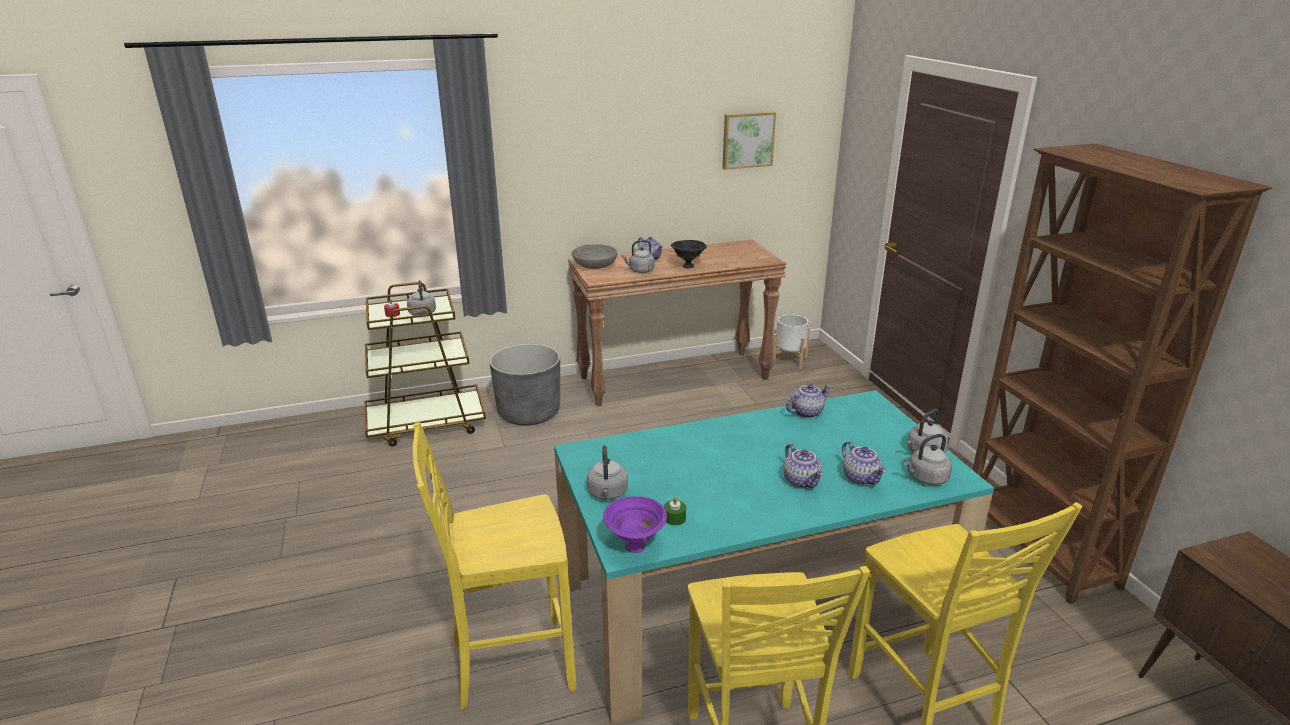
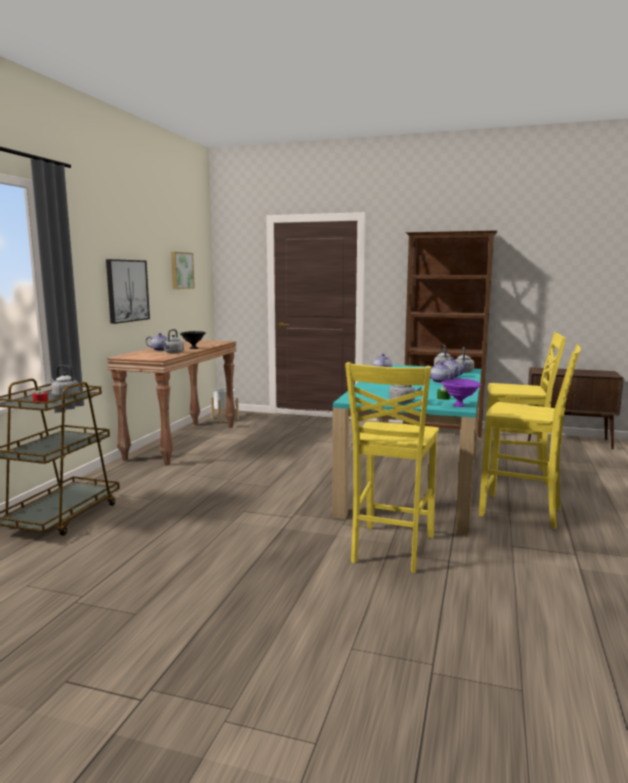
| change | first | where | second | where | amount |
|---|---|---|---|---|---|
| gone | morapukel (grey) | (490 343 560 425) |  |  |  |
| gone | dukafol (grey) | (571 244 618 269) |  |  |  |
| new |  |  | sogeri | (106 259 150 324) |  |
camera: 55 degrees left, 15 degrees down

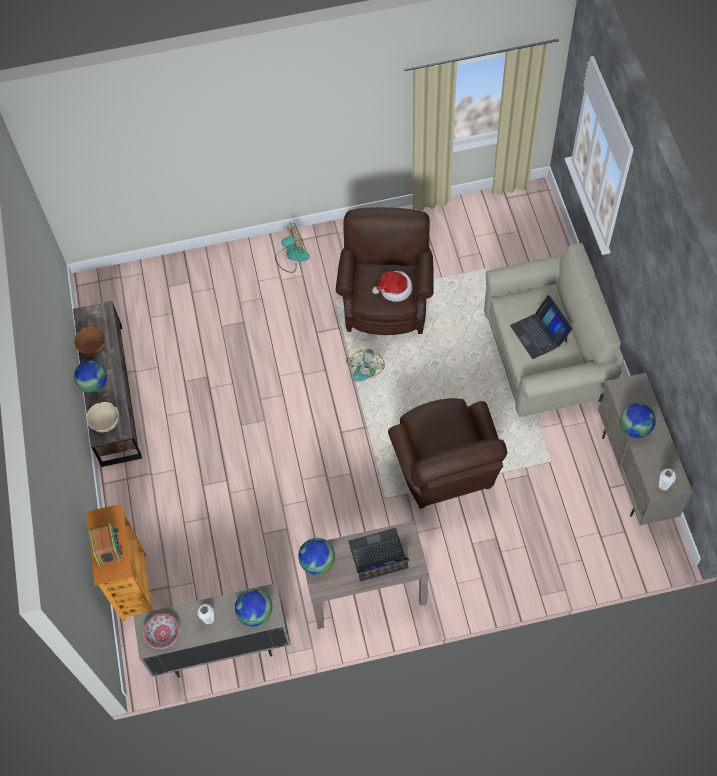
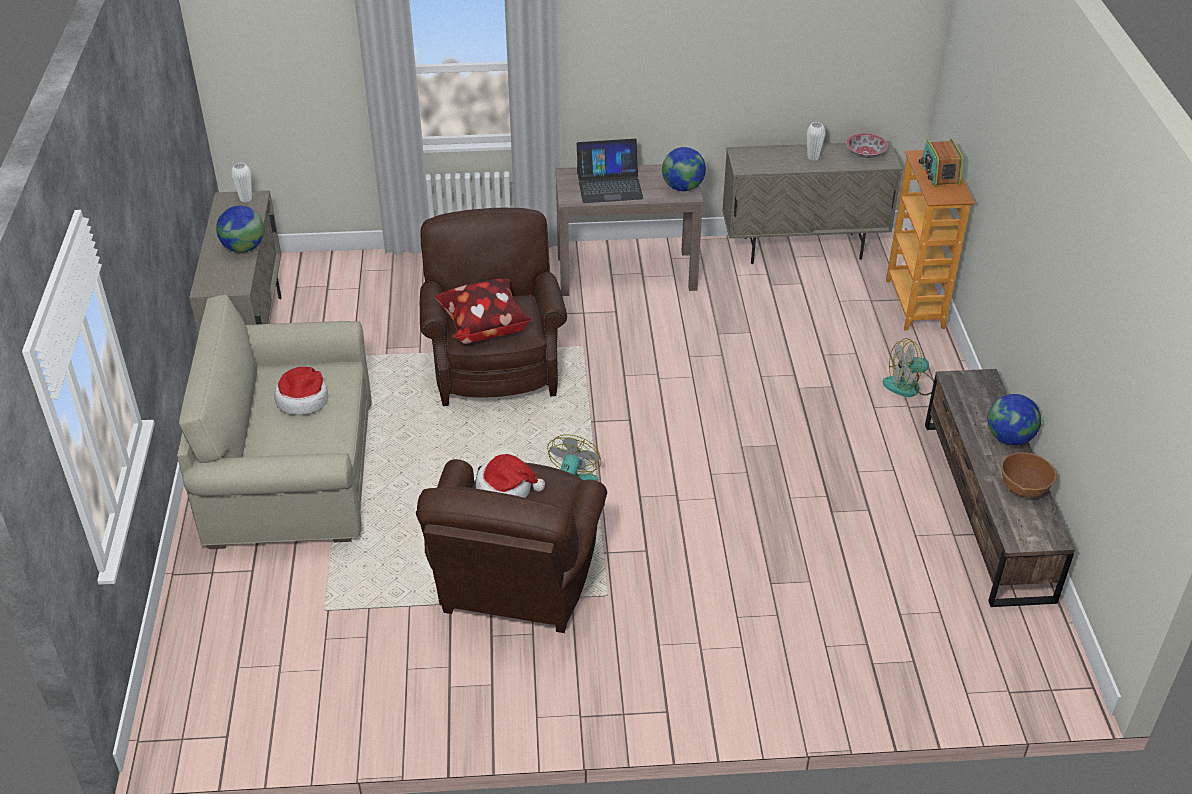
| change | first | where | second | where | amount |
|---|---|---|---|---|---|
| gone | dukafol (beige) | (86 402 119 433) |  |  |  |
| gone | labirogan | (235 589 272 627) |  |  |  |
| new |  |  | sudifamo | (435 279 531 344) |  |
| shifted | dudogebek | (275 223 310 273) |  | (882 338 934 397) |  |
| swapped | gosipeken | (510 295 573 359) | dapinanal | (274 367 328 415) |  |
camera: 175 degrees left, 20 degrees down

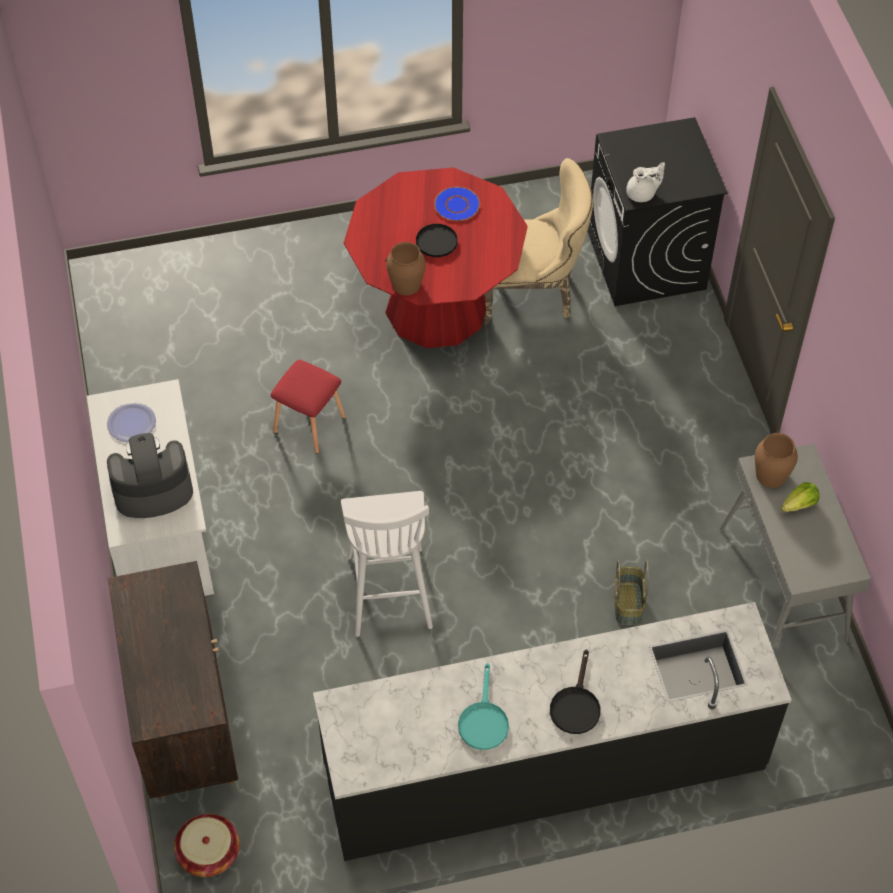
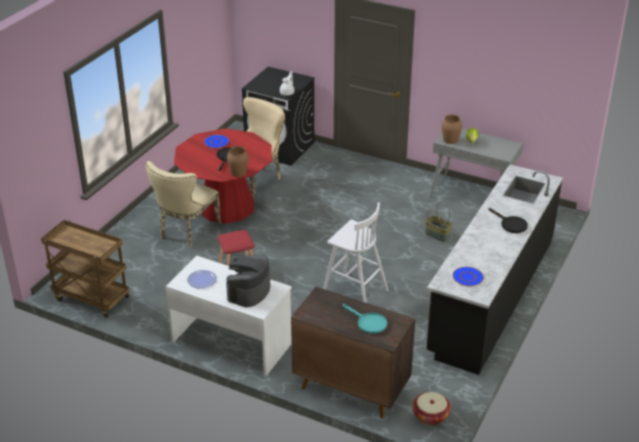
| change | first | where | second | where | amount |
|---|---|---|---|---|---|
| new |  |  | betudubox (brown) | (41 220 129 318) |  |
| new |  |  | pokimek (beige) | (146 161 221 247) |  |
| new |  |  | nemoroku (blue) | (452 267 484 286) |  |
| shifted | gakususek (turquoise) | (458 663 509 750) |  | (343 304 387 334) |  |
camera: 50 degrees left, 20 degrees down

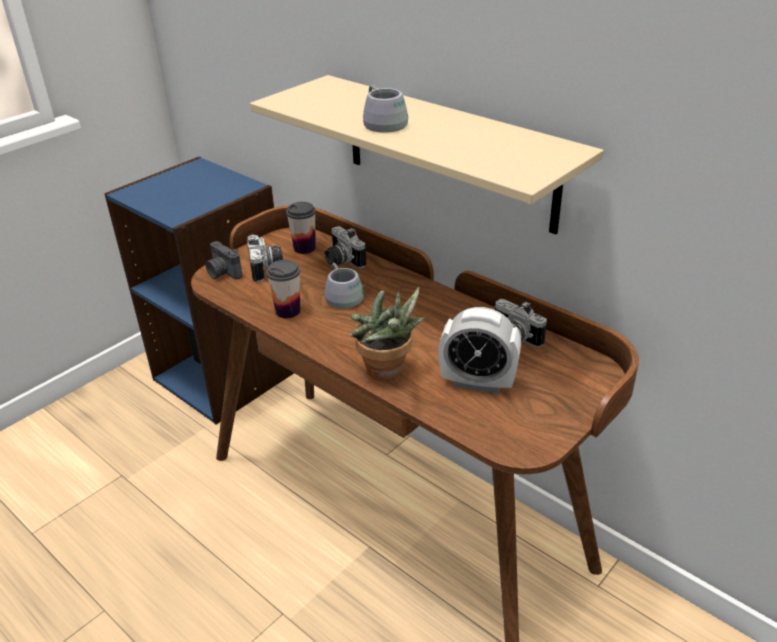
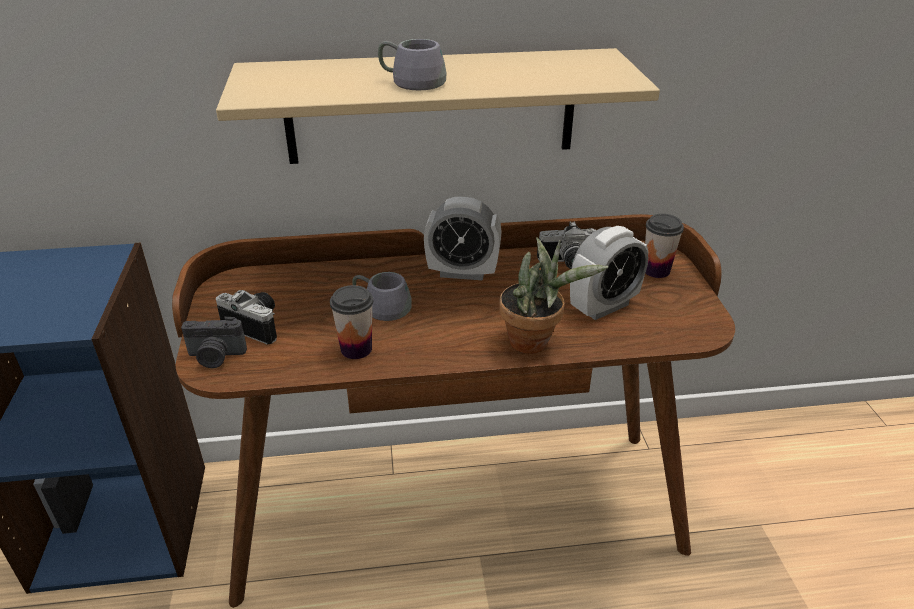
| change | first | where | second | where | amount |
|---|---|---|---|---|---|
| gone | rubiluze | (325 226 366 268) |  |  |  |
| new |  |  | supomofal | (424 197 502 280) |  |
| shifted | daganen | (286 202 316 254) |  | (645 214 684 278) |  |
camera: 50 degrees left, 0 degrees up

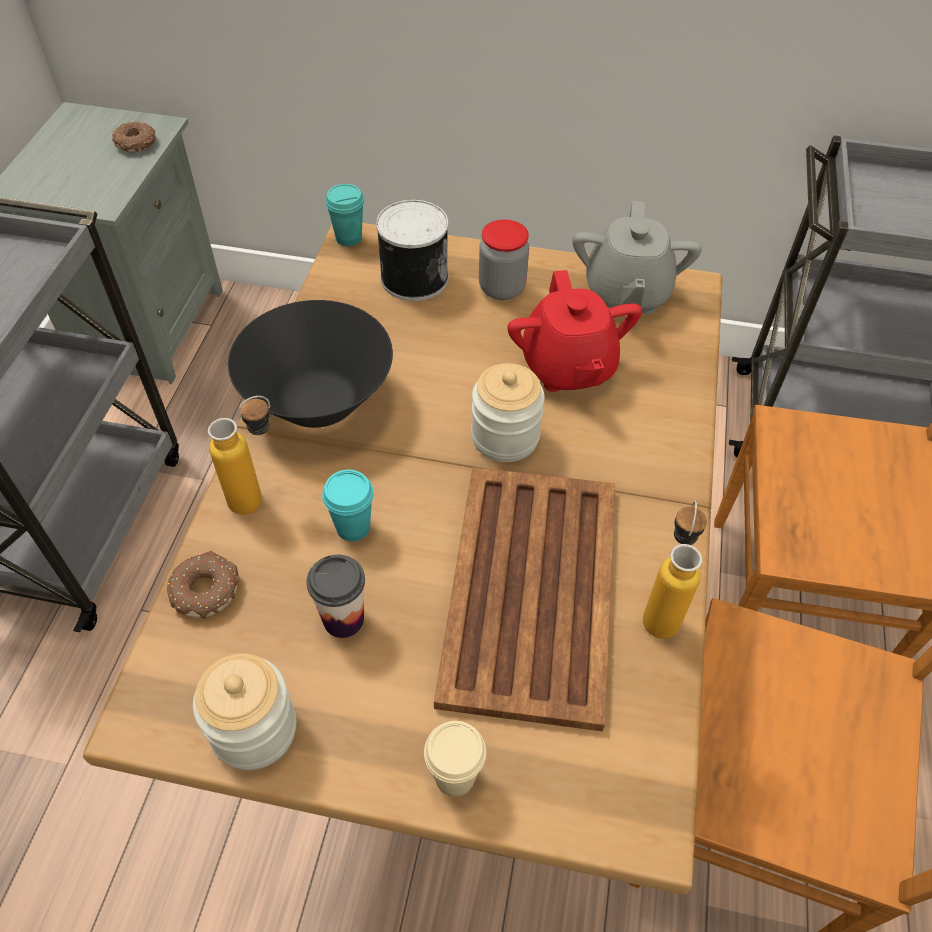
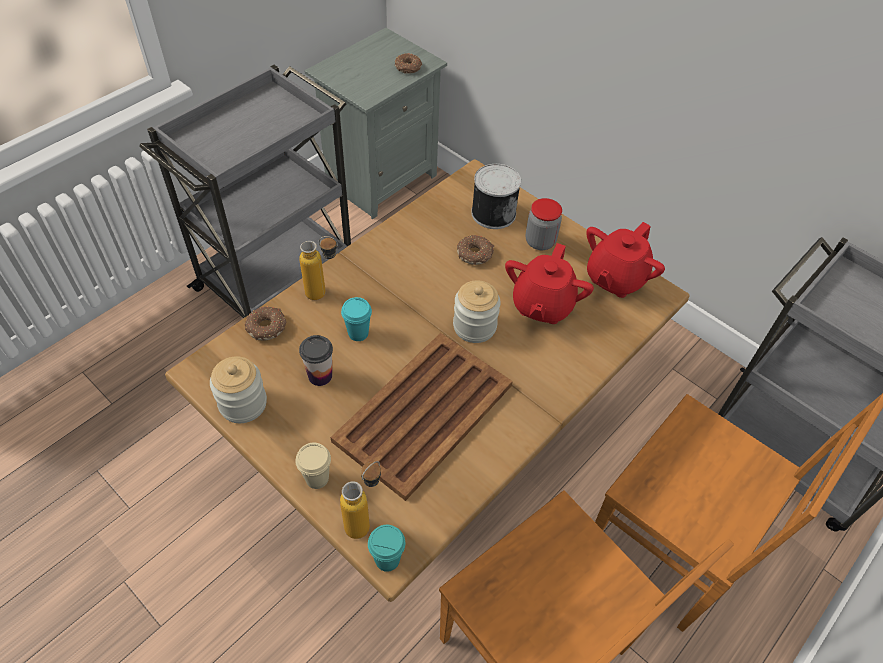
| change | first | where | second | where | amount |
|---|---|---|---|---|---|
| gone | dukafol (black) | (228 300 393 428) |  |  |  |
| new |  |  | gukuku | (457 235 494 265) |  |
| shifted | daganen (turquoise) | (325 184 364 246) |  | (368 525 405 572) |  |
| shifted | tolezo | (643 500 707 639) |  | (340 461 381 539) |  |
| repainted | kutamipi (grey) | (572 201 702 314) | kutamipi (red) | (586 222 665 298) |  |
camera: 30 degrees right, 0 degrees up

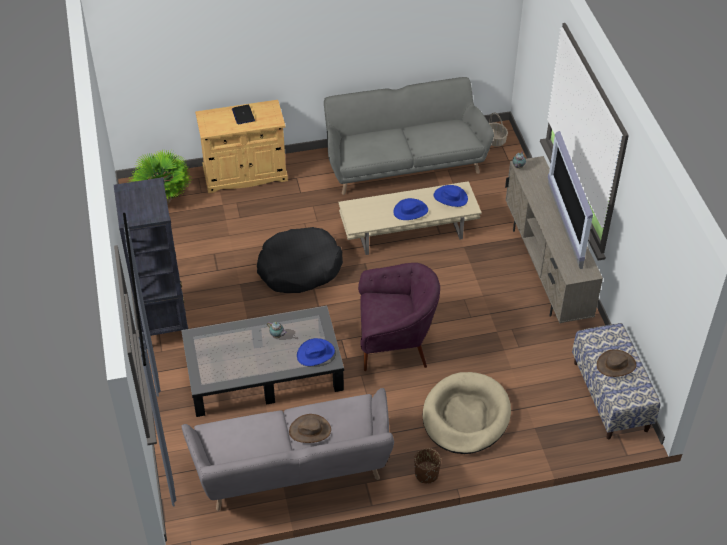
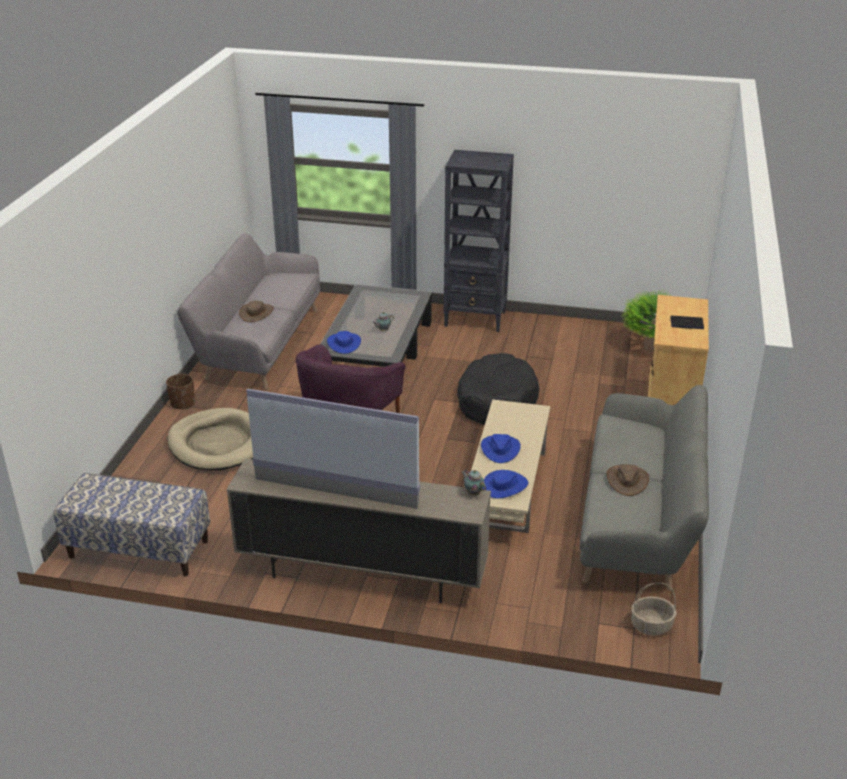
| change | first | where | second | where | amount |
|---|---|---|---|---|---|
| shifted | dapinanal (brown) | (597 349 636 377) |  | (607 464 649 496) |  |
camera: 115 degrees right, 15 degrees down

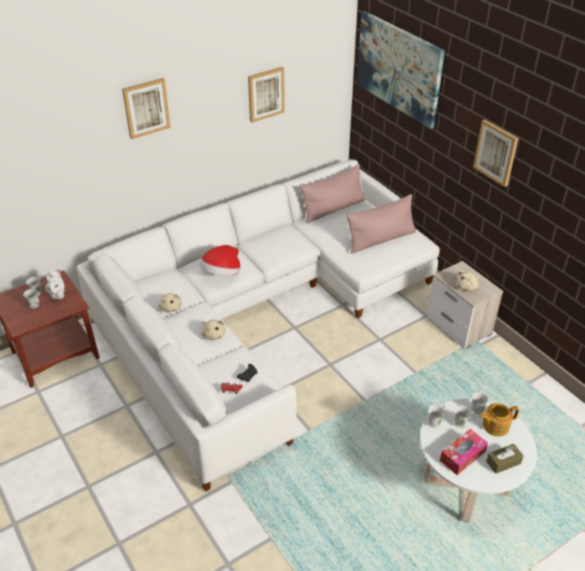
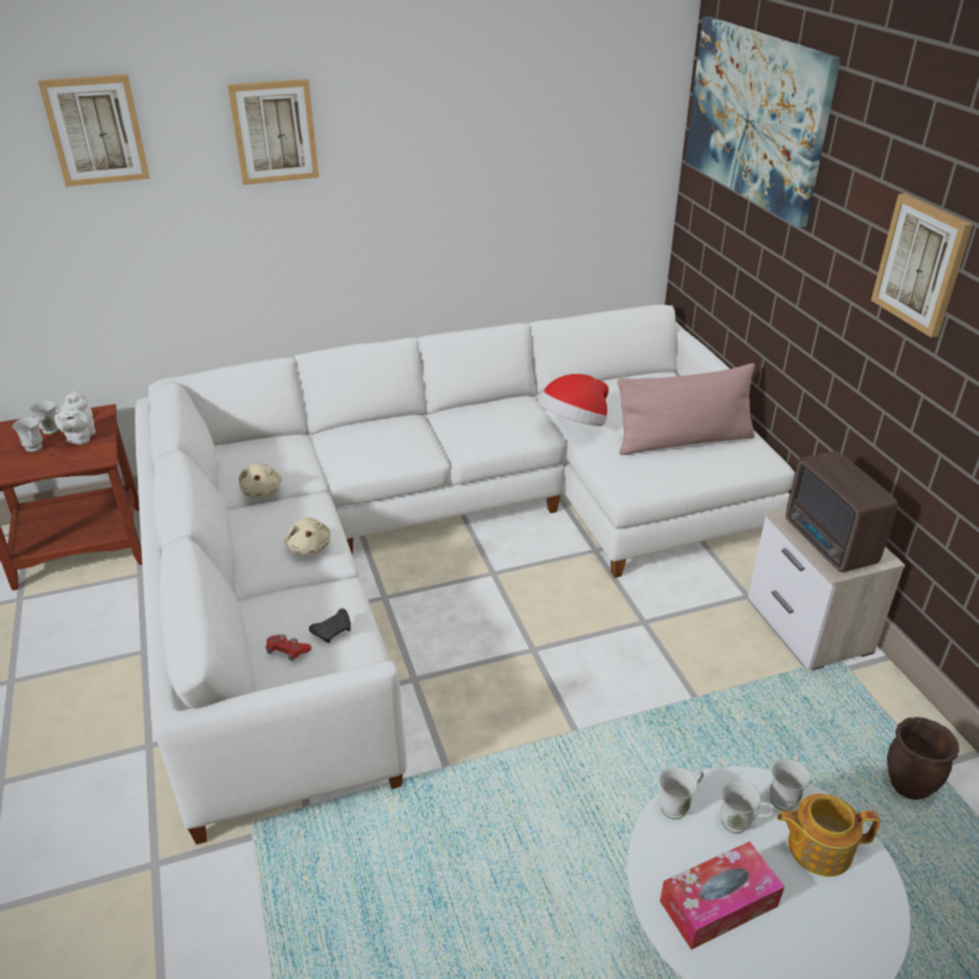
| change | first | where | second | where | amount |
|---|---|---|---|---|---|
| gone | sudifamo (pink) | (300 164 365 223) |  |  |  |
| gone | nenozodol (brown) | (486 444 523 474) |  |  |  |
| new |  |  | morapukel (brown) | (887 717 959 800) |  |
| shifted | dapinanal | (200 245 241 276) |  | (538 374 609 426) |  |
| shifted | sogeri | (248 67 285 123) |  | (38 74 150 187) |  |
| swapped | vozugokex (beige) | (456 270 480 291) | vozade | (786 450 898 573) |  |
camera: 15 degrees right, 5 degrees down

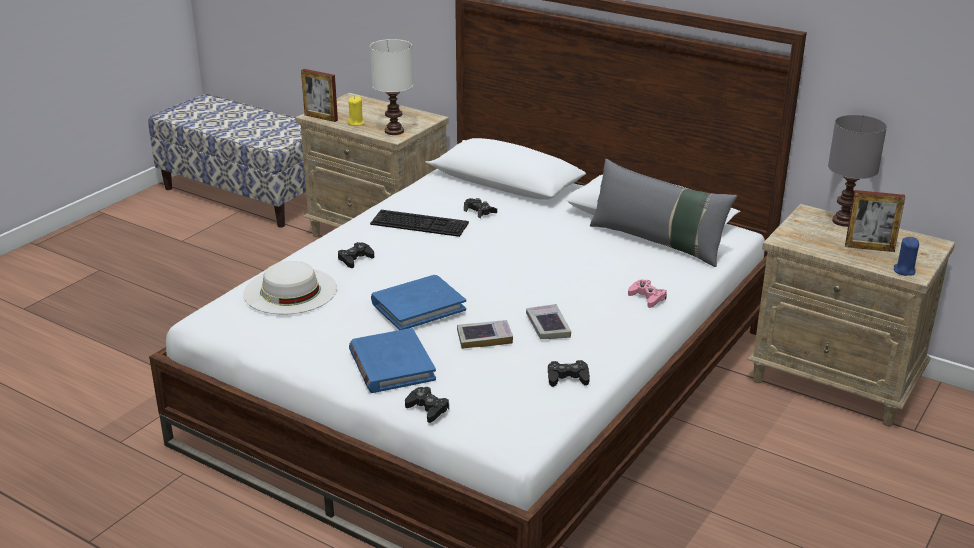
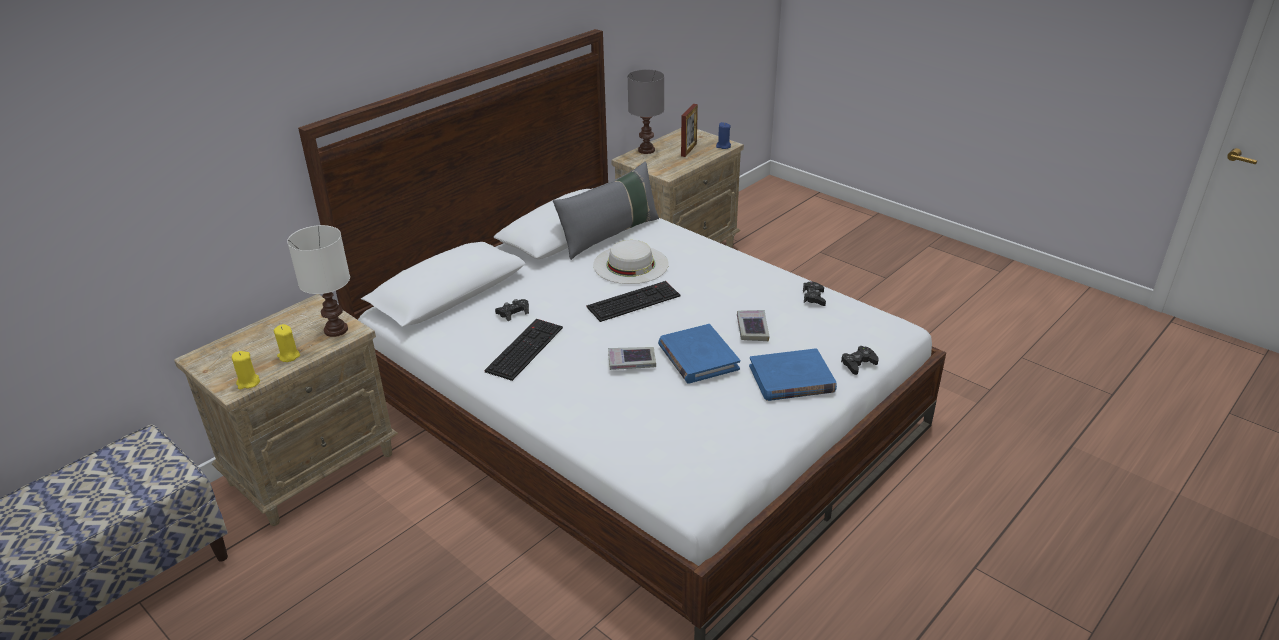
| change | first | where | second | where | amount |
|---|---|---|---|---|---|
| gone | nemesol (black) | (338 242 374 268) |  |  |  |
| gone | nemesol (pink) | (628 279 667 308) |  |  |  |
| new |  |  | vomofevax | (587 281 680 322) |  |
| shifted | dapinanal (white) | (243 261 337 314) |  | (593 240 669 284) |  |
| shifted | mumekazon | (526 304 571 339) |  | (608 347 656 370) |  |
| swapped | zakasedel | (301 69 338 122) | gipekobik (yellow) | (232 351 260 390) |  |
camera: 80 degrees left, 5 degrees up

